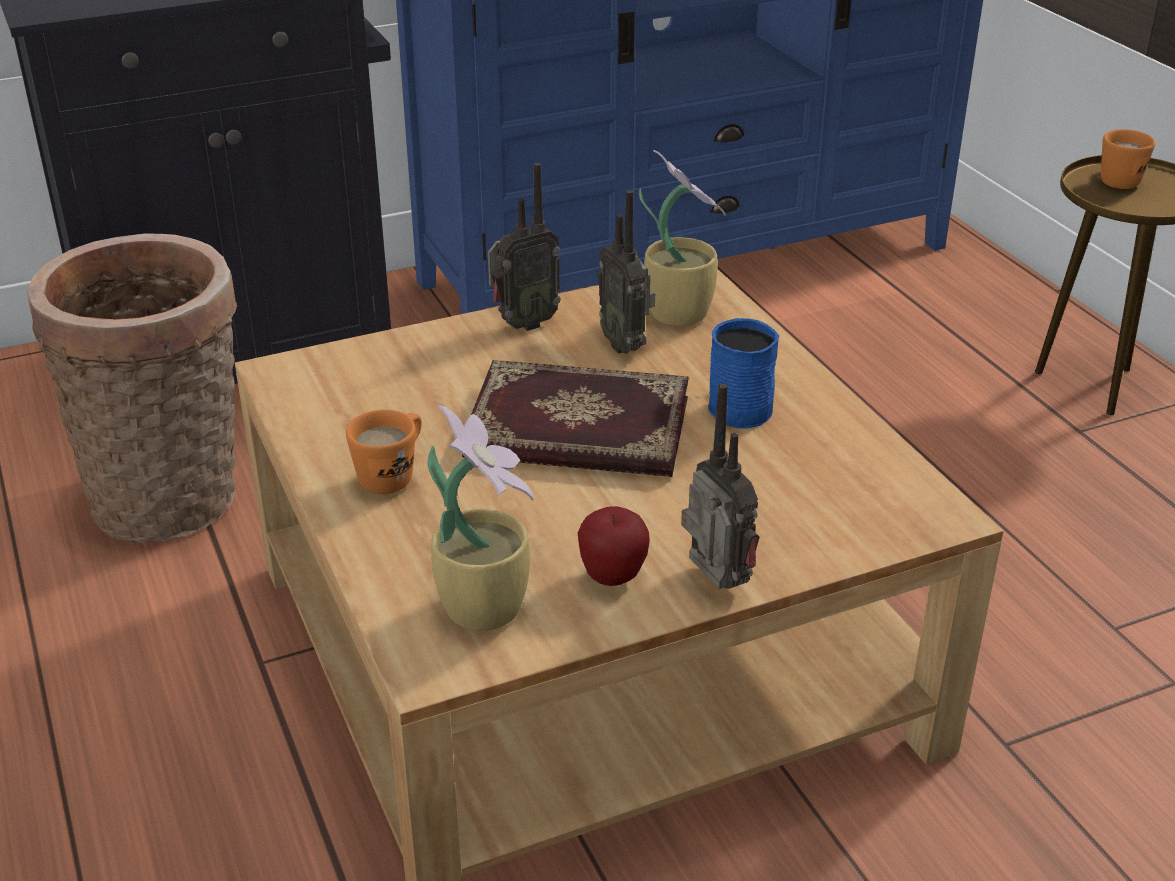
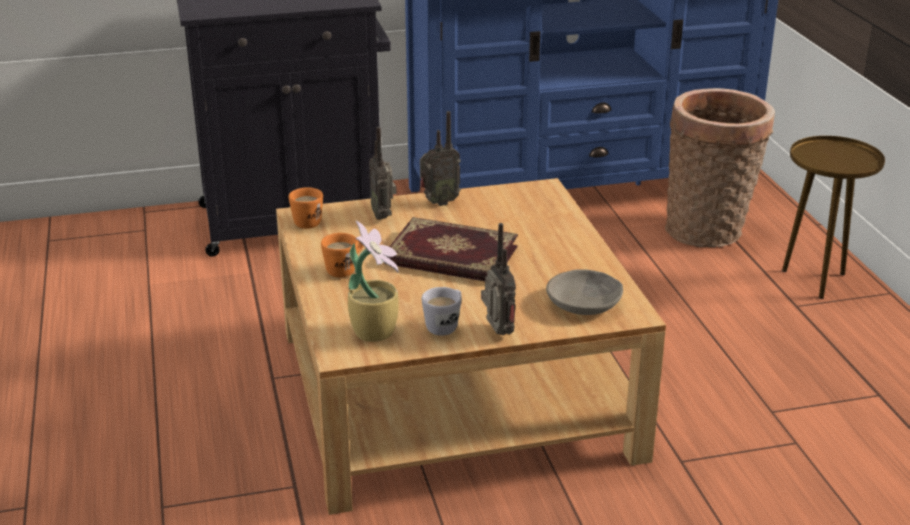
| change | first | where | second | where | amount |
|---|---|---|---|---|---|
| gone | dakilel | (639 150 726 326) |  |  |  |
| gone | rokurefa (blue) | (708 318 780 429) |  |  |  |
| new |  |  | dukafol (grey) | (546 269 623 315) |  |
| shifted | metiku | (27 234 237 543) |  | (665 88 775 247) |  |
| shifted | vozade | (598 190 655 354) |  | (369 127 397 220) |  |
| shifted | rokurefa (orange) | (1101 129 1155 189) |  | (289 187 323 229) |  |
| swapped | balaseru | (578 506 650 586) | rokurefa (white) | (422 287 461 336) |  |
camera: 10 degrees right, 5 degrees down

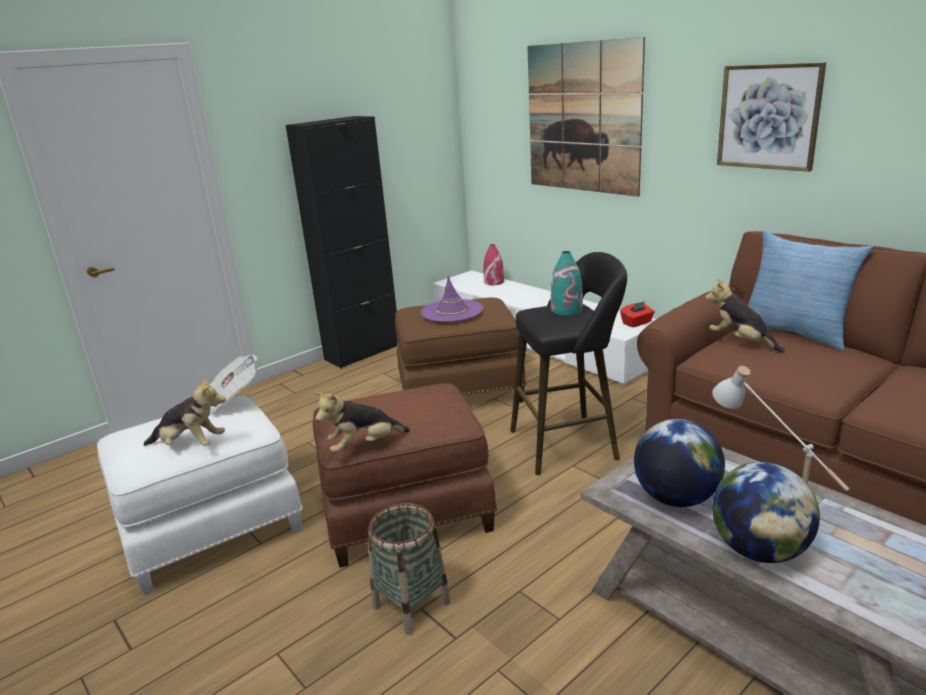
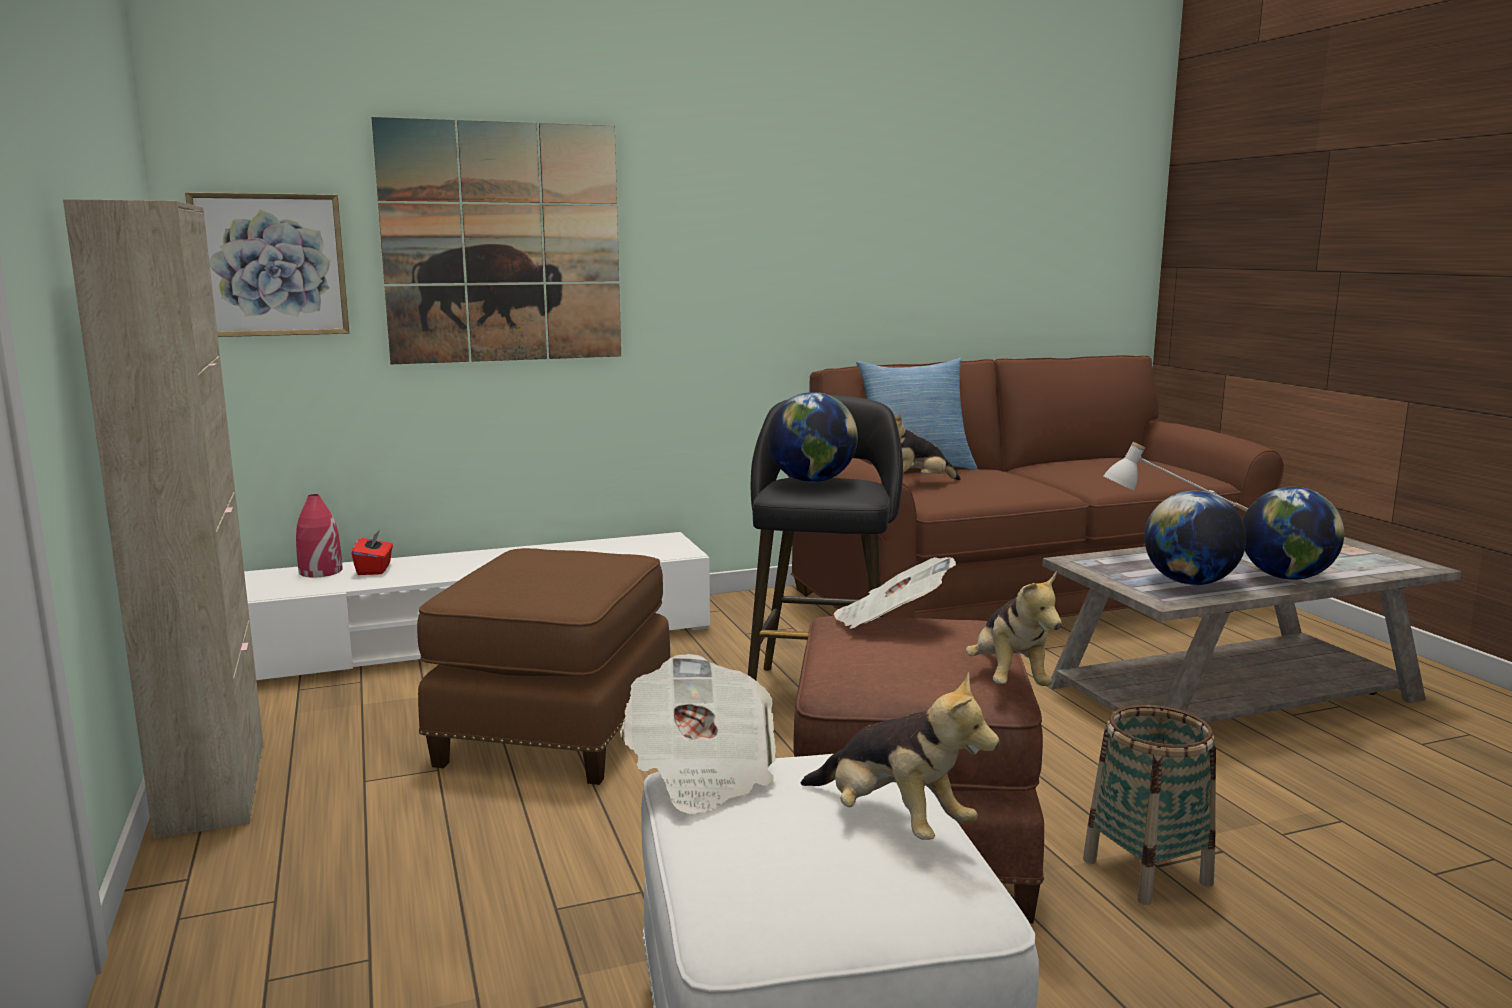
| change | first | where | second | where | amount |
|---|---|---|---|---|---|
| gone | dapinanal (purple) | (421 276 483 322) |  |  |  |
| new |  |  | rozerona | (833 557 956 629) |  |
| shifted | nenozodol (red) | (620 301 655 328) |  | (352 530 393 575) |  |
| shifted | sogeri | (717 62 826 172) |  | (185 192 349 337) |  |
| swapped | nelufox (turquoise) | (551 251 583 315) | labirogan | (768 392 858 482) |  |
| repainted | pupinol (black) | (286 116 398 369) | pupinol (beige) | (63 199 264 839) |  |
| rotated | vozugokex | (143 377 226 446) |  | (801 672 1000 840) | 105 degrees clockwise |
camera: 70 degrees left, 10 degrees down

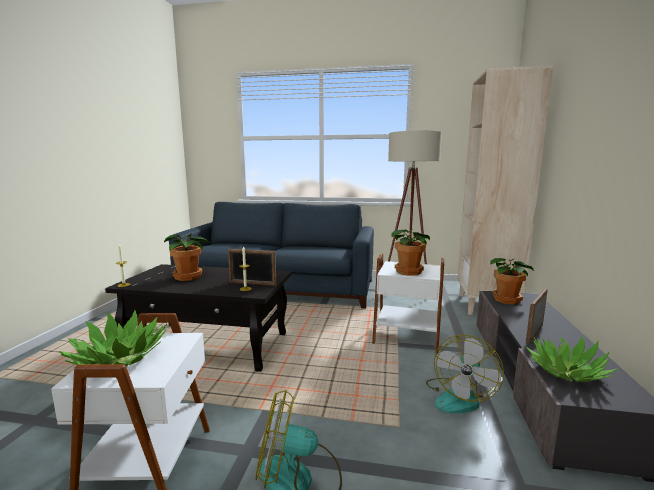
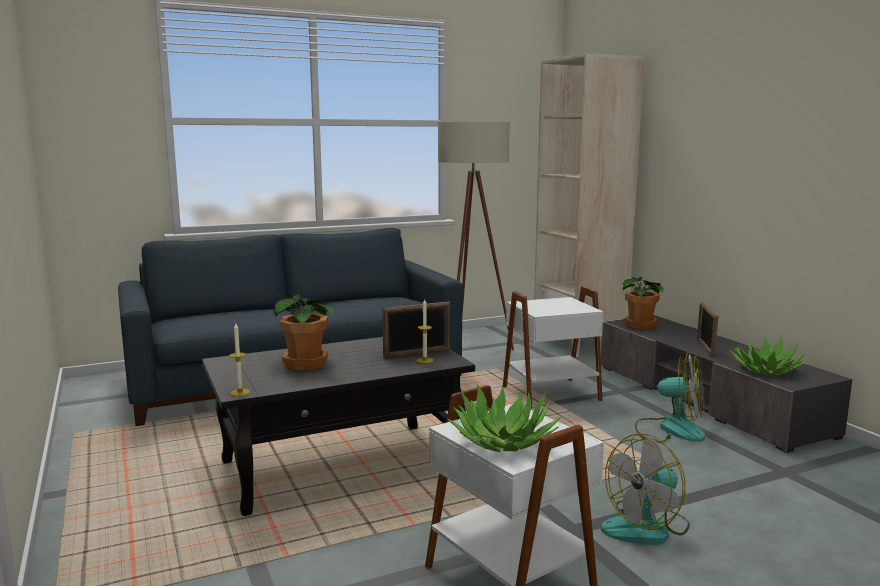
| change | first | where | second | where | amount |
|---|---|---|---|---|---|
| gone | dakilel | (392 229 430 276) |  |  |  |
| rotated | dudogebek | (426 335 504 413) |  | (635 352 705 443) | 60 degrees counterclockwise |
camera: 35 degrees left, 0 degrees up

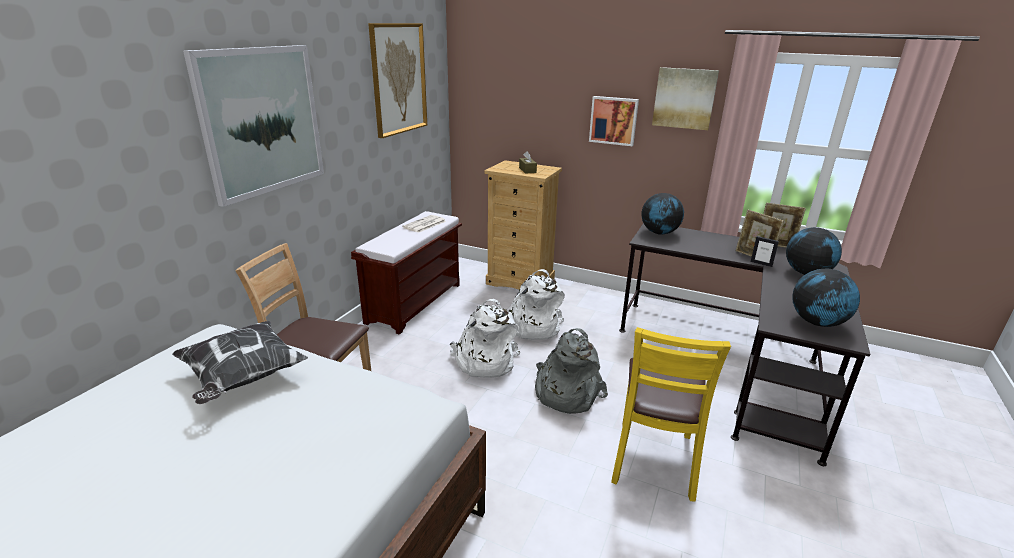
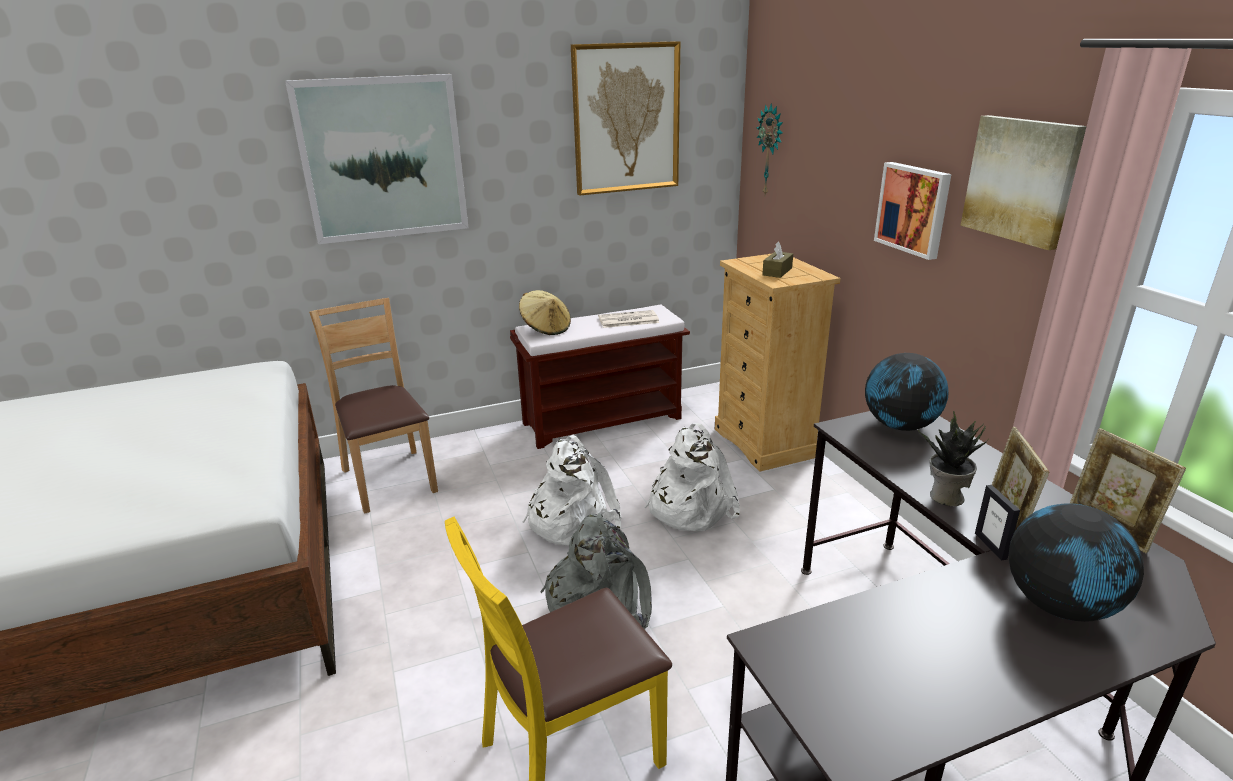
| change | first | where | second | where | amount |
|---|---|---|---|---|---|
| gone | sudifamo | (172 321 308 404) |  |  |  |
| gone | labirogan | (792 269 860 327) |  |  |  |
| new |  |  | dapinanal (beige) | (519 290 571 335) |  |
| new |  |  | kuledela | (756 103 783 195) |  |
| new |  |  | dakilel | (918 411 988 506) |  |
camera: 45 degrees right, 0 degrees up

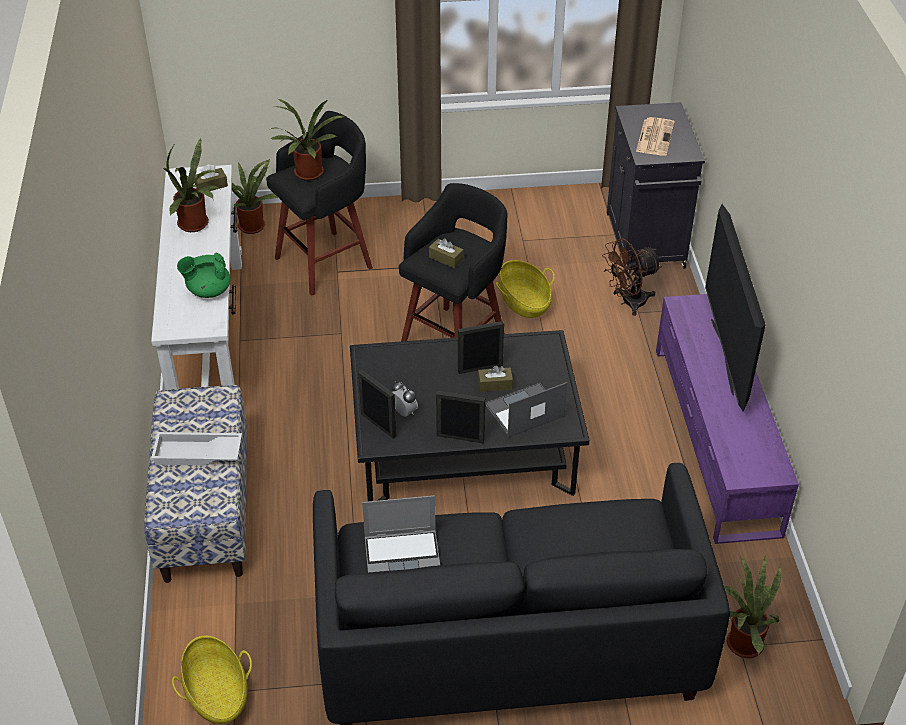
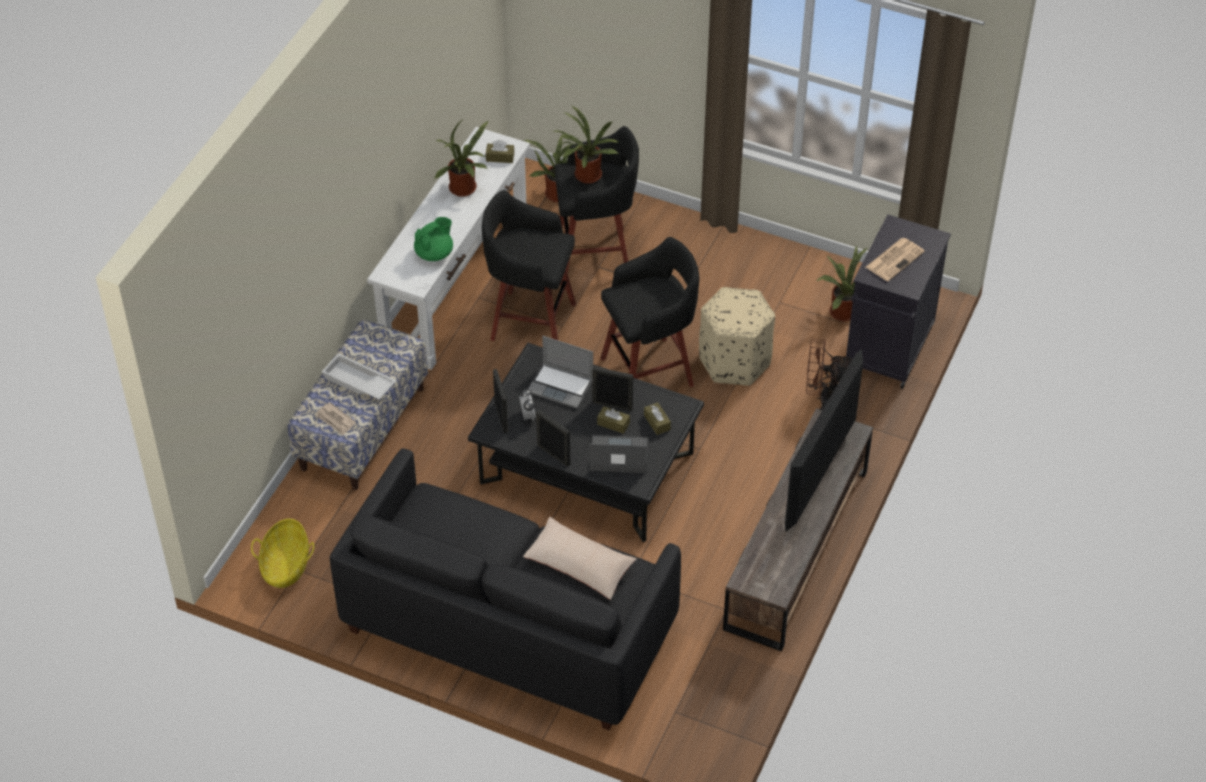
| change | first | where | second | where | amount |
|---|---|---|---|---|---|
| new |  |  | rozerona | (316 402 356 435) |  |
| new |  |  | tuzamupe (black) | (482 190 576 341) |  |
| new |  |  | sudifamo (beige) | (523 517 637 600) |  |
| shifted | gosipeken | (362 495 440 572) |  | (528 336 593 408) |  |
| shifted | nenozodol (brown) | (429 238 464 269) |  | (644 402 671 435) |  |
| shifted | dakilel | (724 555 782 658) |  | (817 246 867 321) |  |
| swapped | metiku | (496 260 555 318) | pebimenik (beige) | (699 287 775 386) |  |
| repainted | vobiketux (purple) | (656 294 799 544) | vobiketux (brown) | (723 408 873 652) |  |
| rotated | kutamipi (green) | (177 253 231 298) |  | (414 217 453 261) | 120 degrees clockwise |
camera: 30 degrees right, 5 degrees up

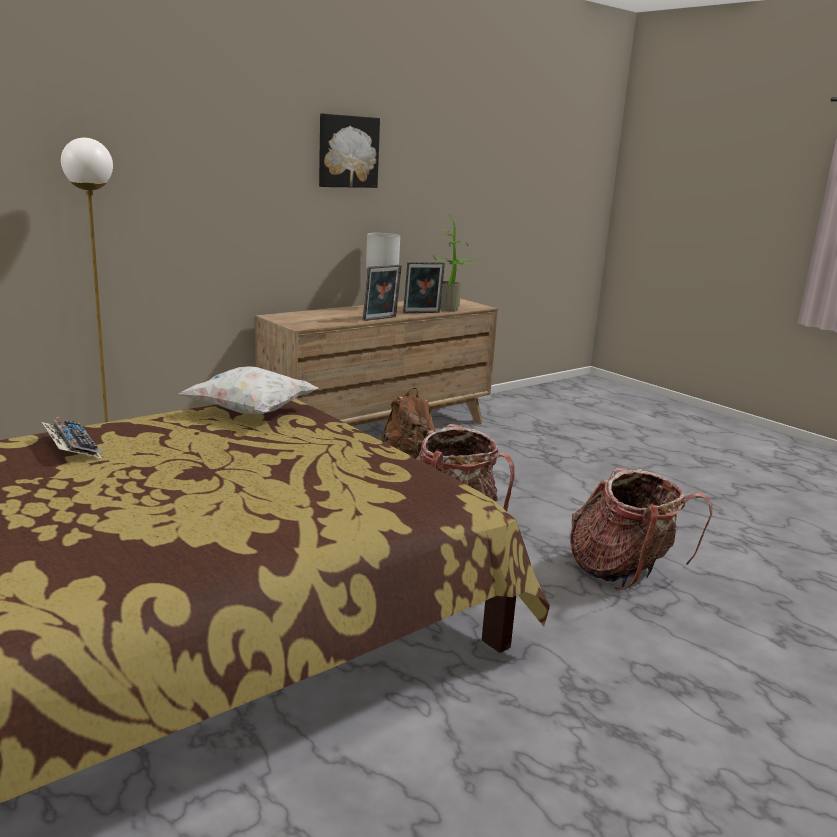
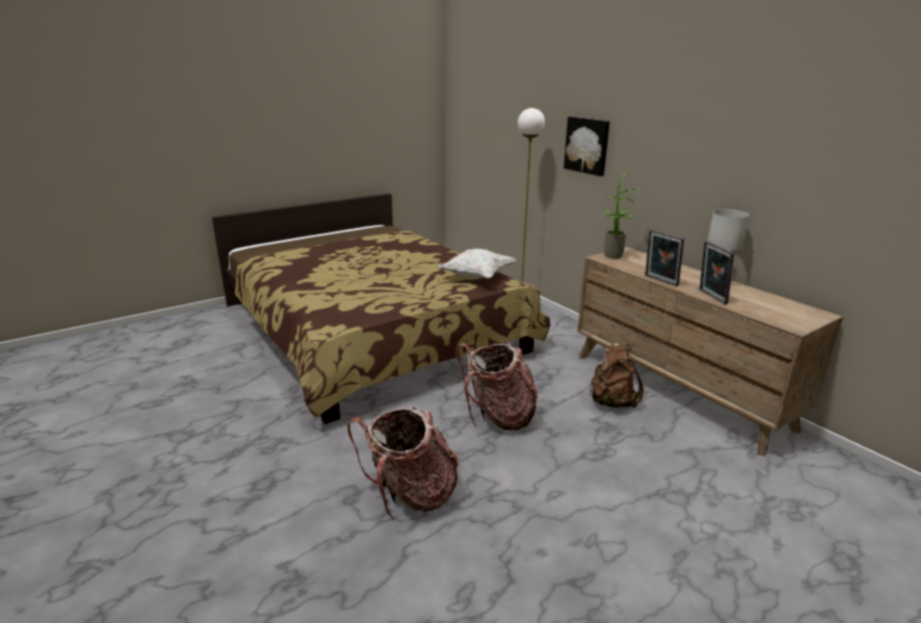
| change | first | where | second | where | amount |
|---|---|---|---|---|---|
| gone | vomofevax | (42 417 102 459) |  |  |  |
| shifted | sogeri | (319 114 380 188) |  | (564 117 610 176) |  |
| shifted | dakilel | (432 214 480 311) |  | (603 172 641 258) |  |
camera: 95 degrees right, 5 degrees up

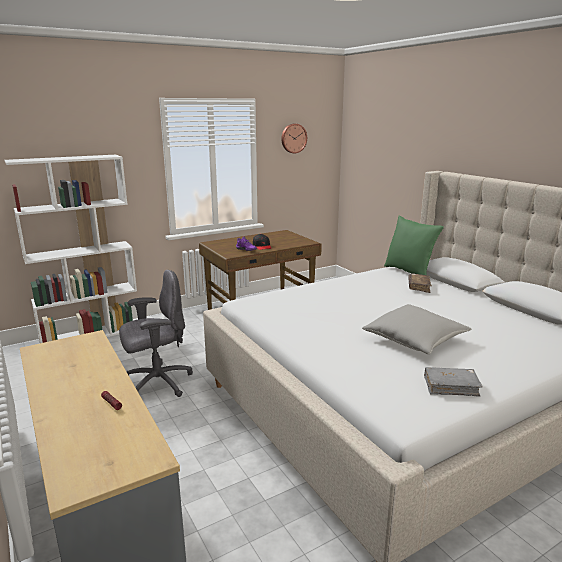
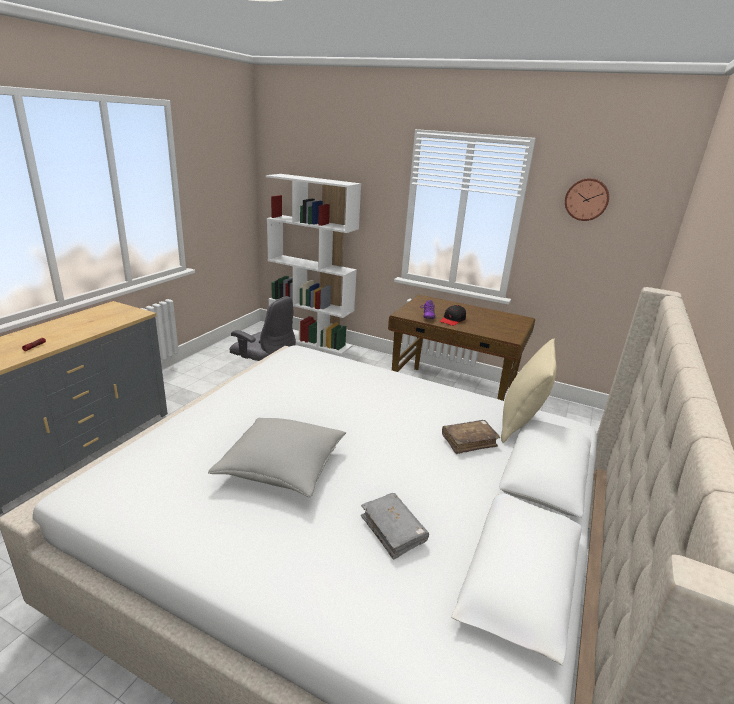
| change | first | where | second | where | amount |
|---|---|---|---|---|---|
| shifted | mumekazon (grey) | (424 367 483 397) |  | (361 493 429 560) |  |
| repainted | sudifamo (green) | (384 216 444 275) | sudifamo (beige) | (501 338 556 443) |  |
camera: 55 degrees right, 5 degrees up

